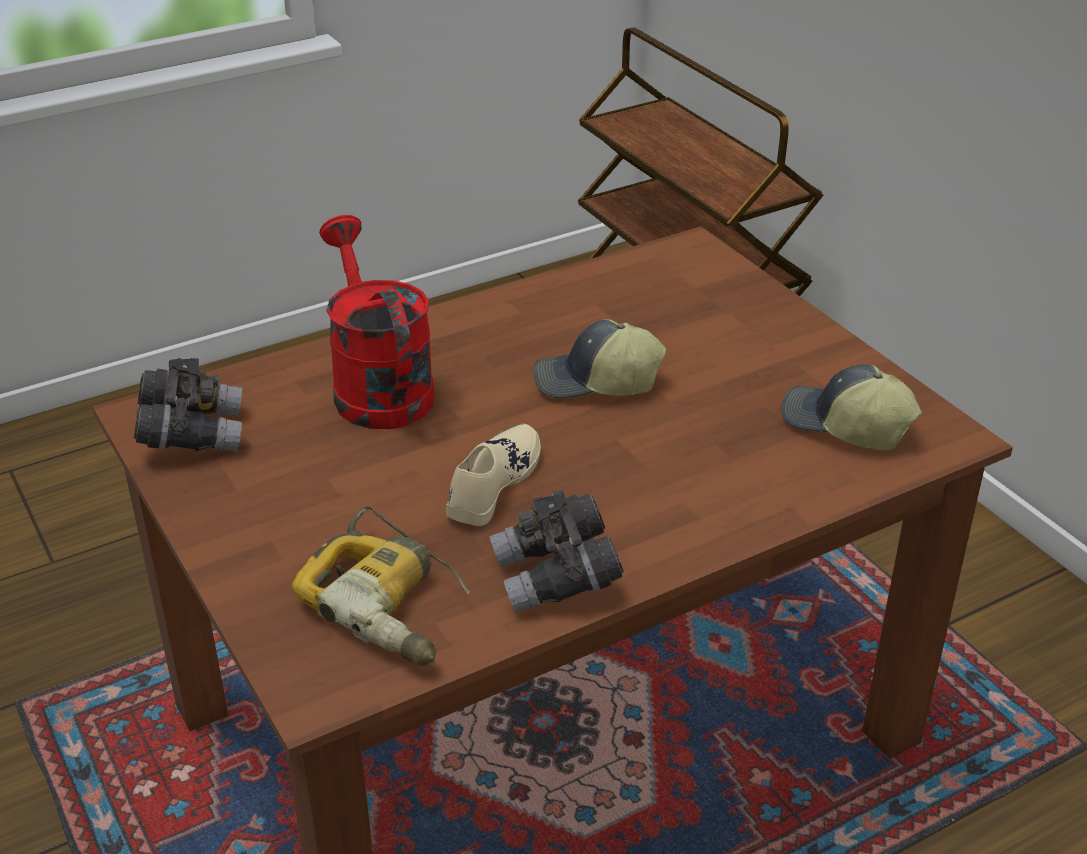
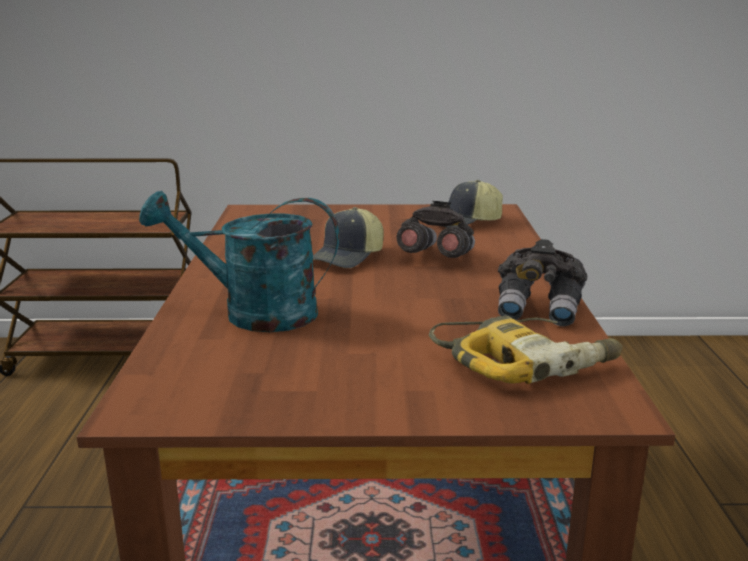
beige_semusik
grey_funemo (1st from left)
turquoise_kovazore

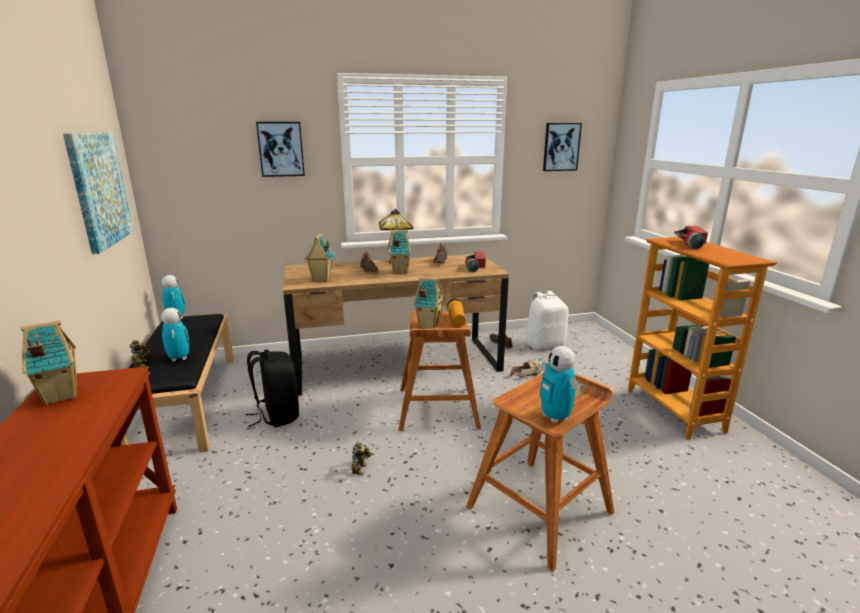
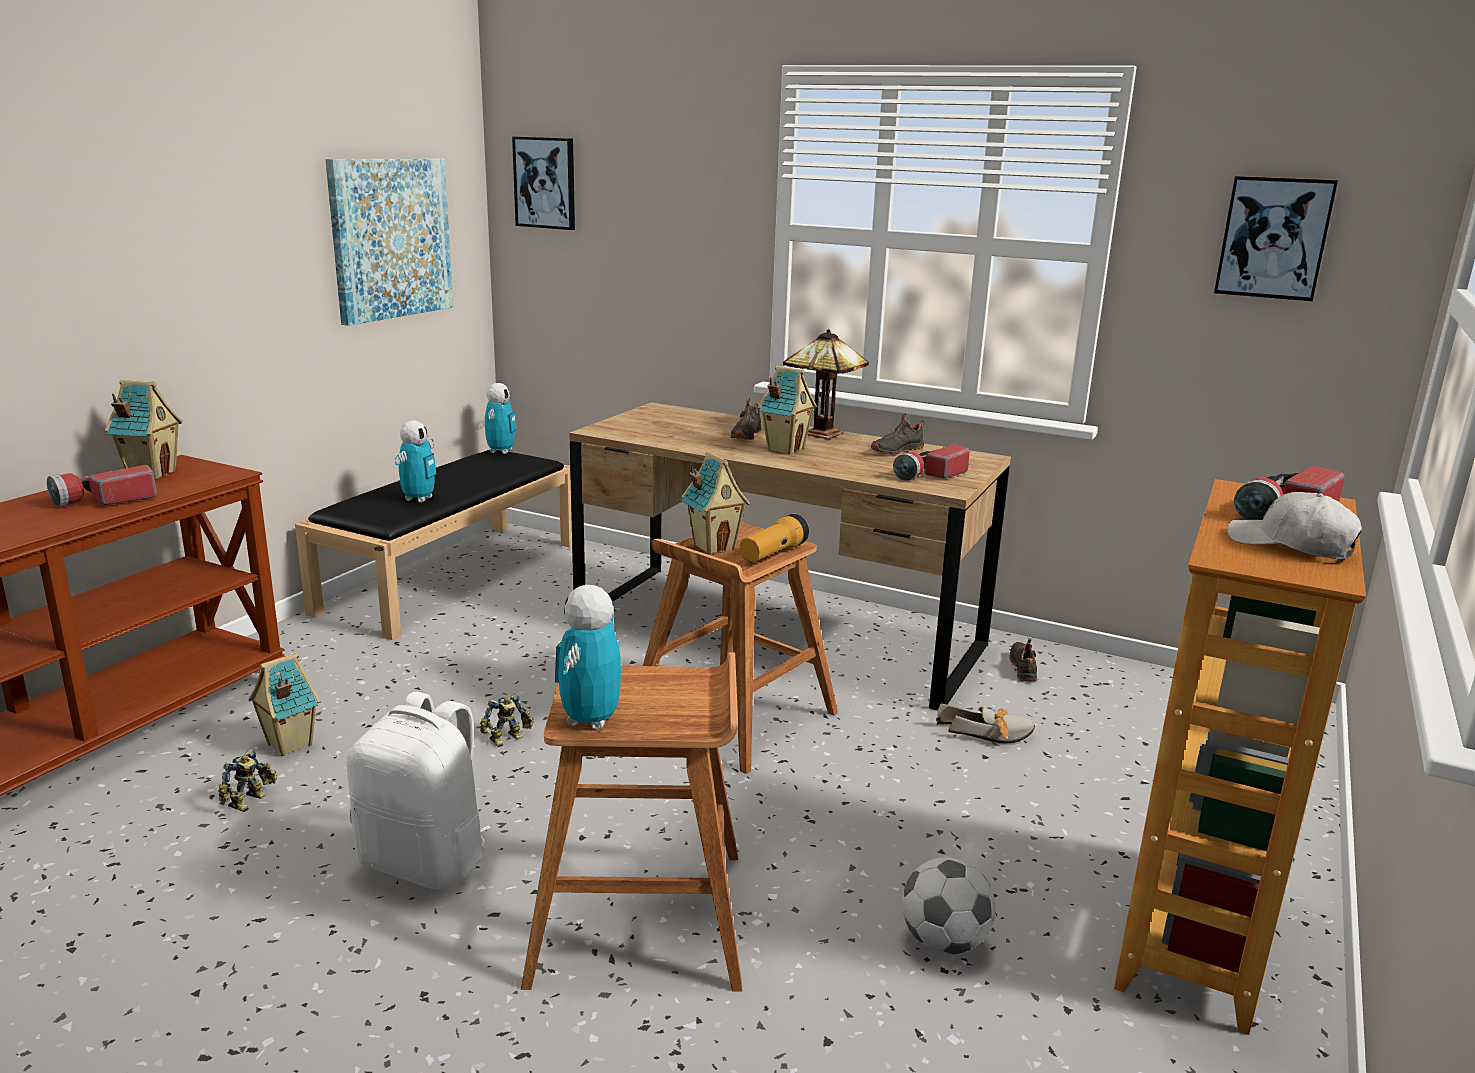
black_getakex
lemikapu (1st from left)
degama
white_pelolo
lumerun (1st from left)
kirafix (2nd from left)
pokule (2nd from left)
white_getakex

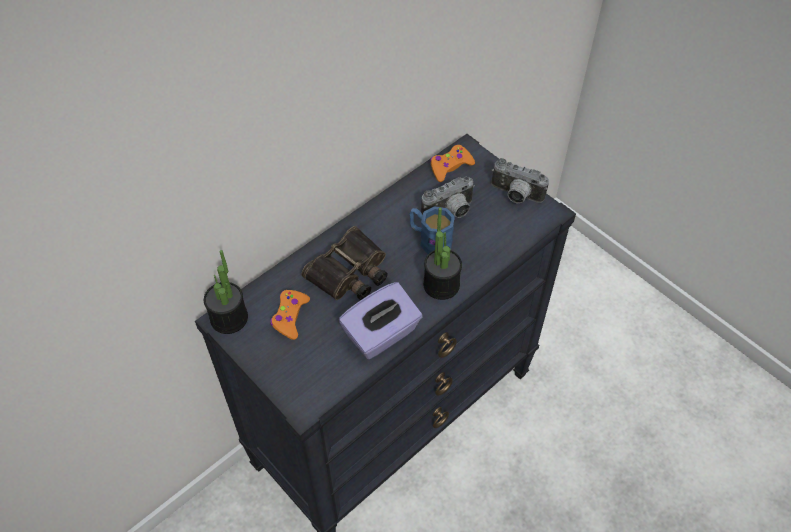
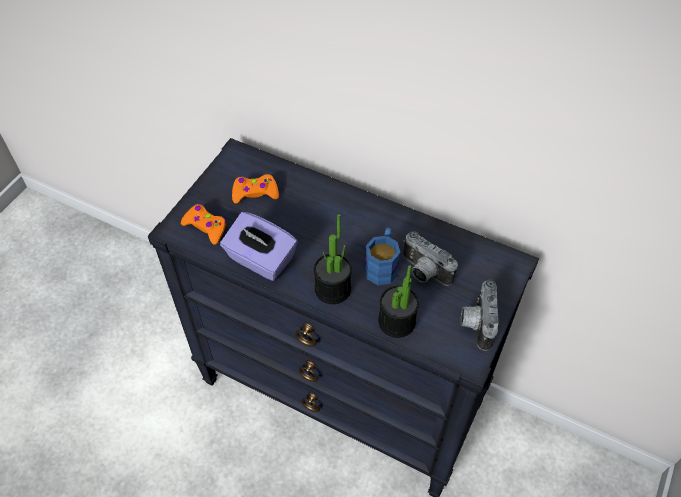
funemo
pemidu (2nd from left)
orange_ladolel (1st from left)

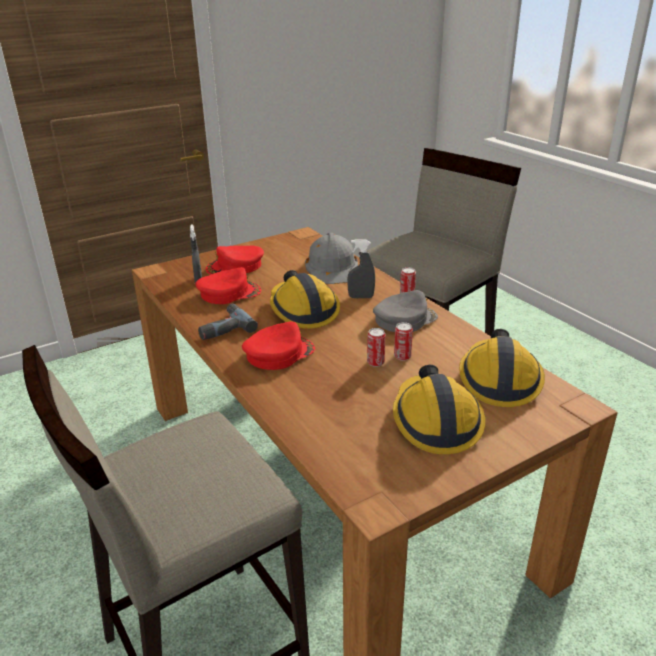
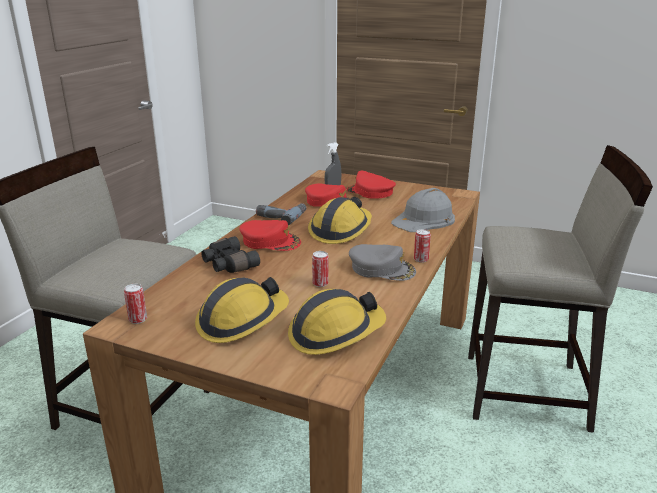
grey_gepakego (2nd from left in the first image)
black_funemo
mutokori (1st from left)

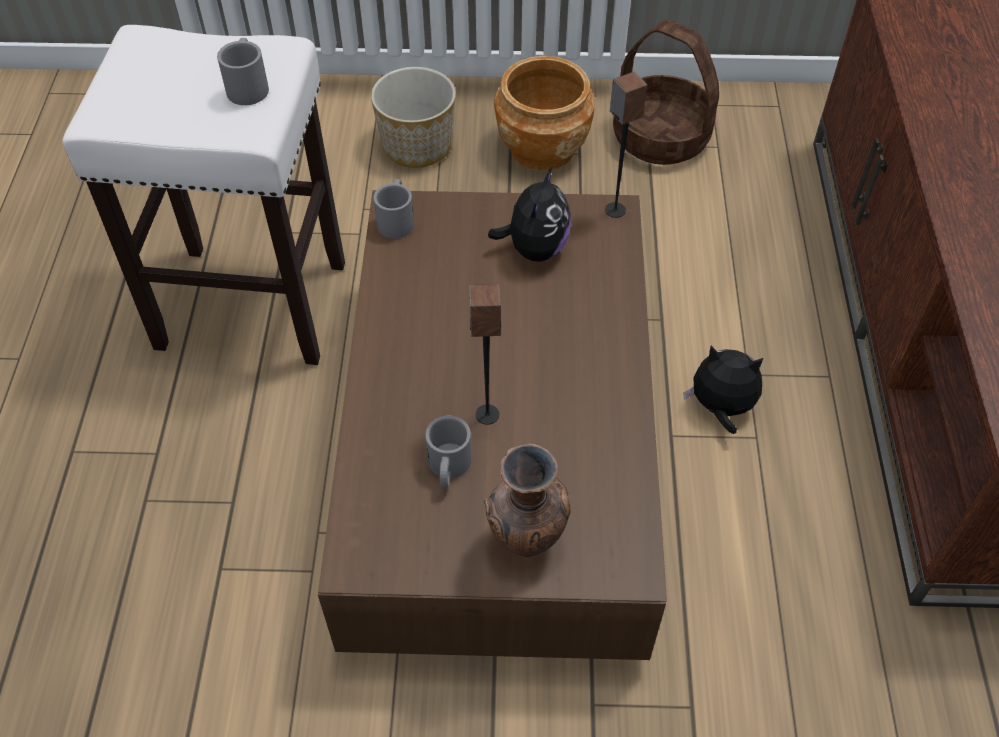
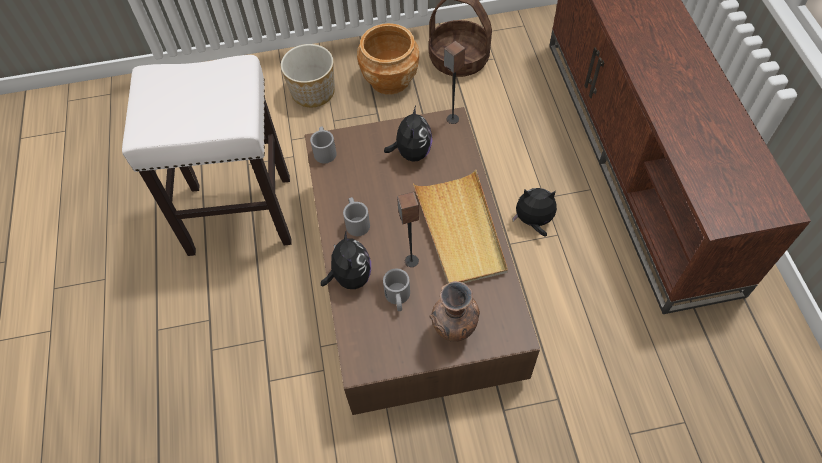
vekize (1st from left)
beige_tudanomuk
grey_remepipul (2nd from left)

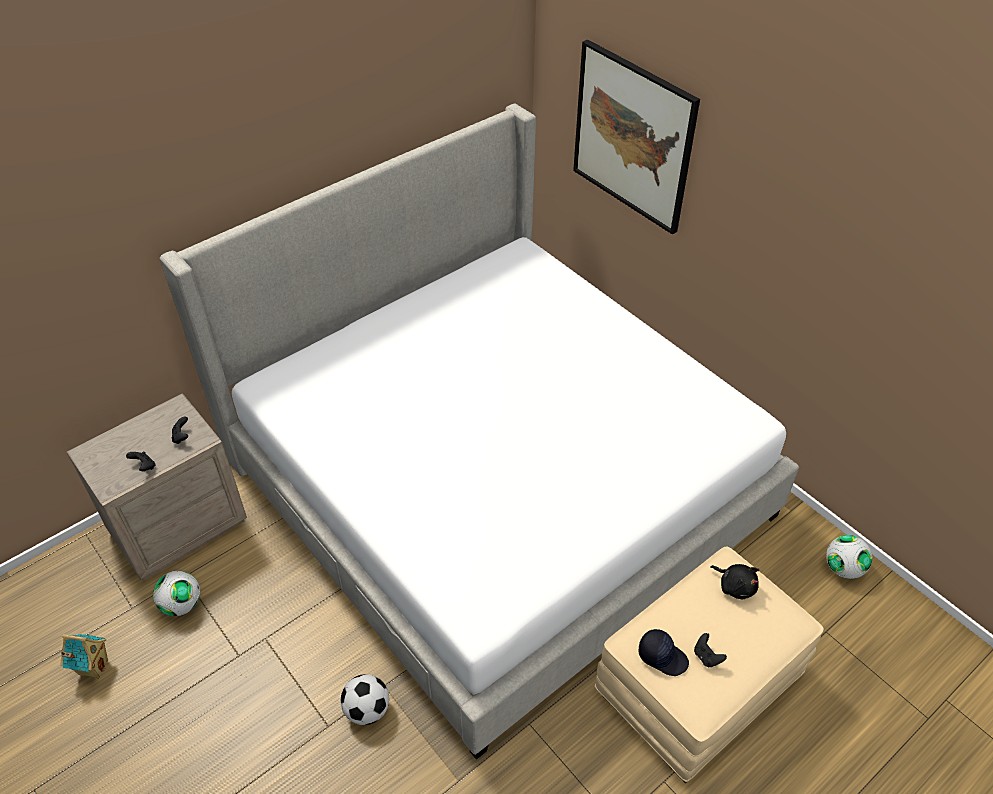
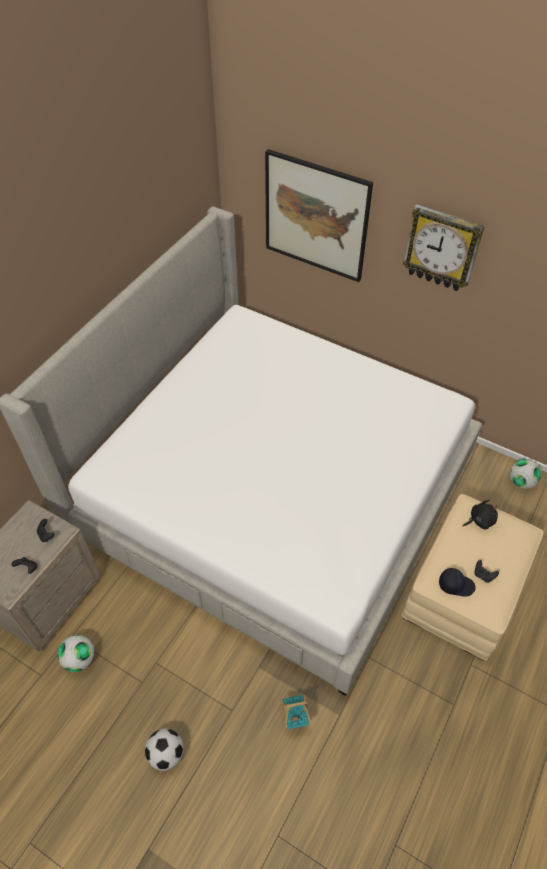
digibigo
pokule
degama (2nd from left)
black_vekize

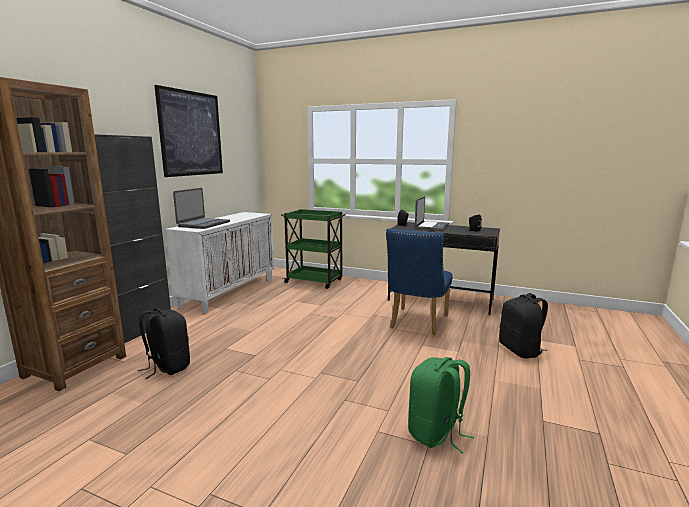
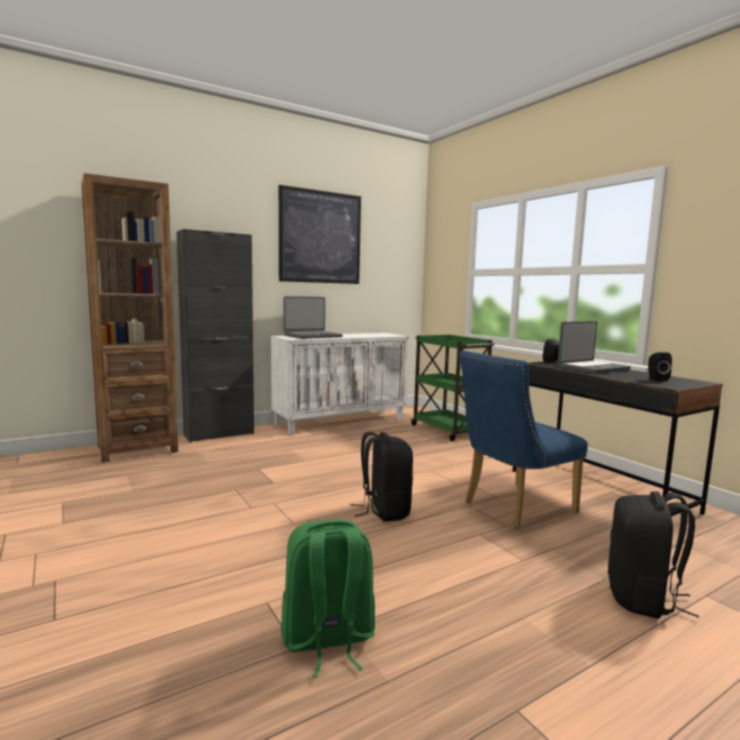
black_getakex (1st from left)

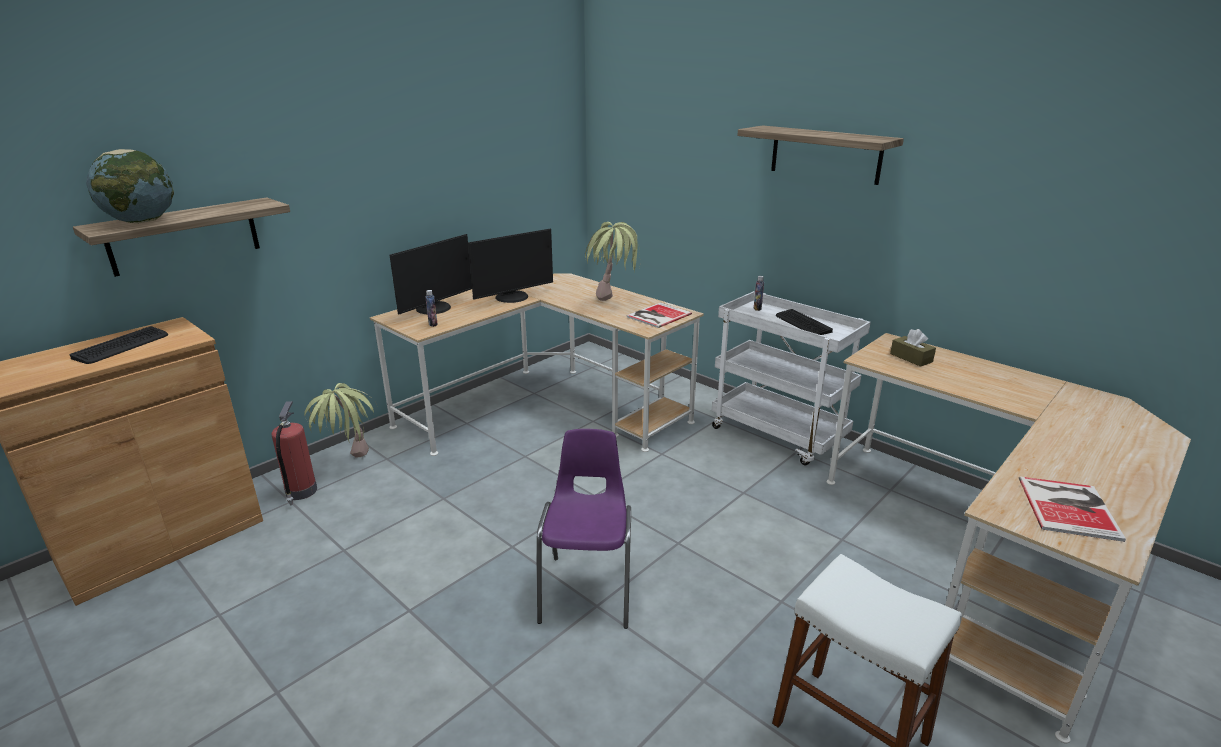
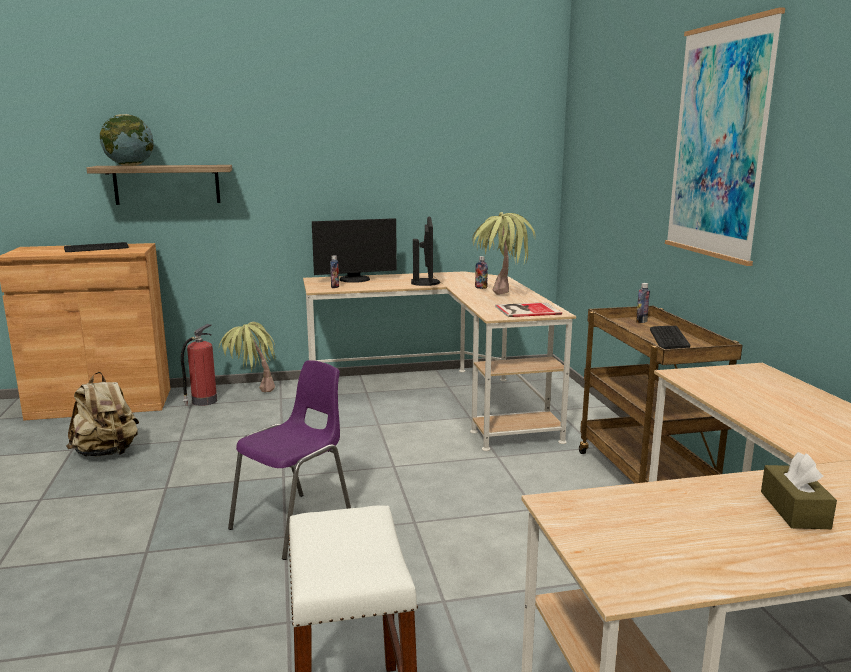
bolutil (2nd from left in the first image)
beige_getakex
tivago (2nd from left)
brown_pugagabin
kirafix
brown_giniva
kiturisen (2nd from left)

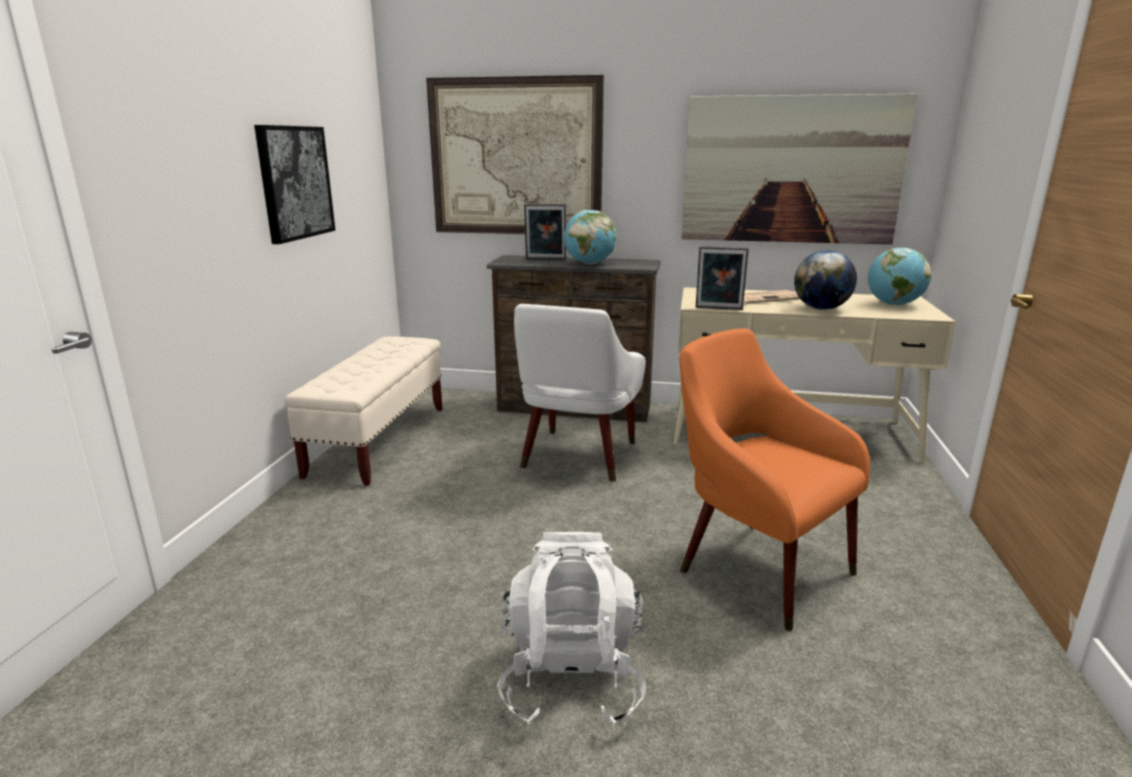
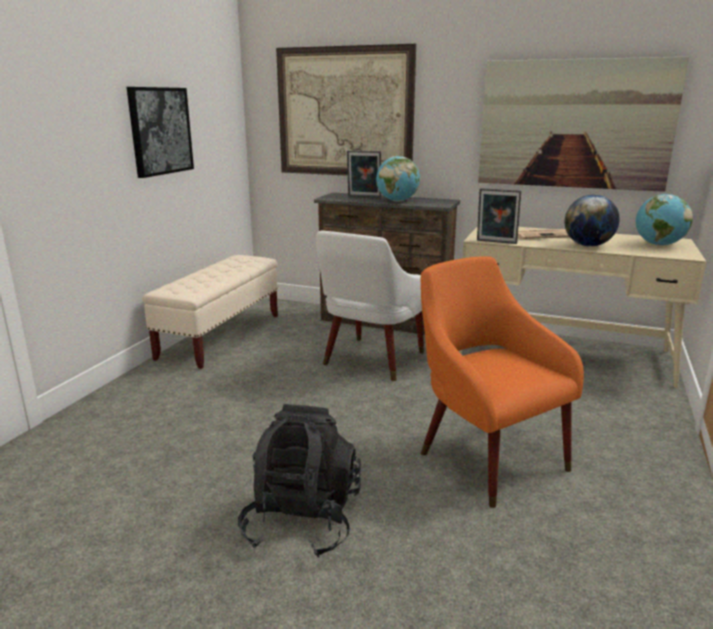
black_getakex

